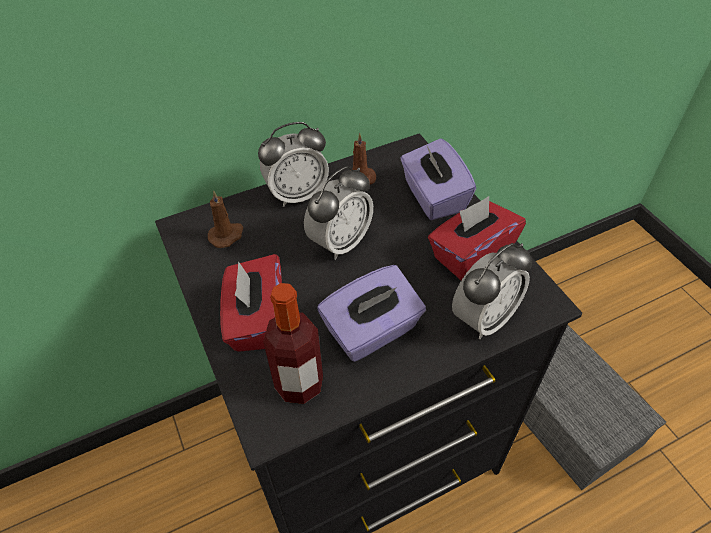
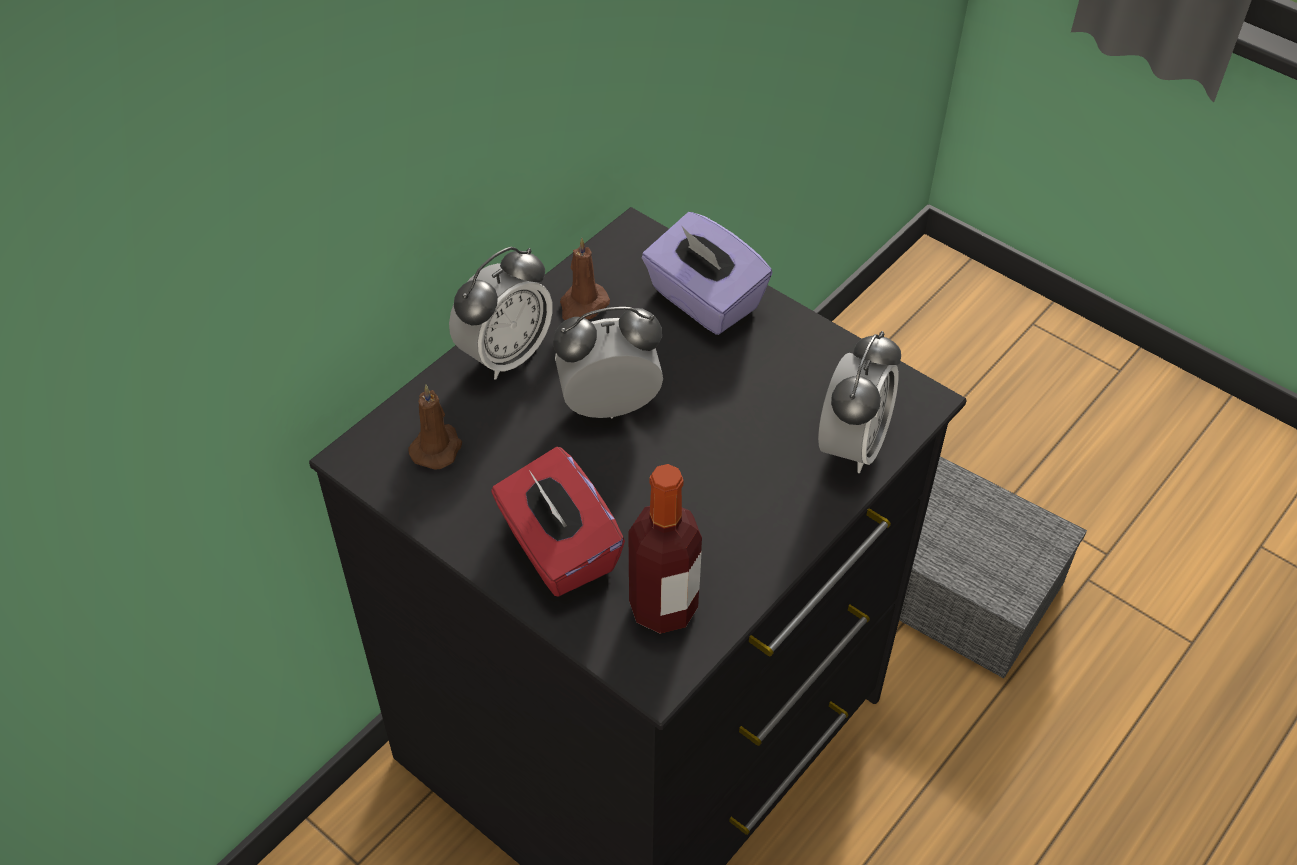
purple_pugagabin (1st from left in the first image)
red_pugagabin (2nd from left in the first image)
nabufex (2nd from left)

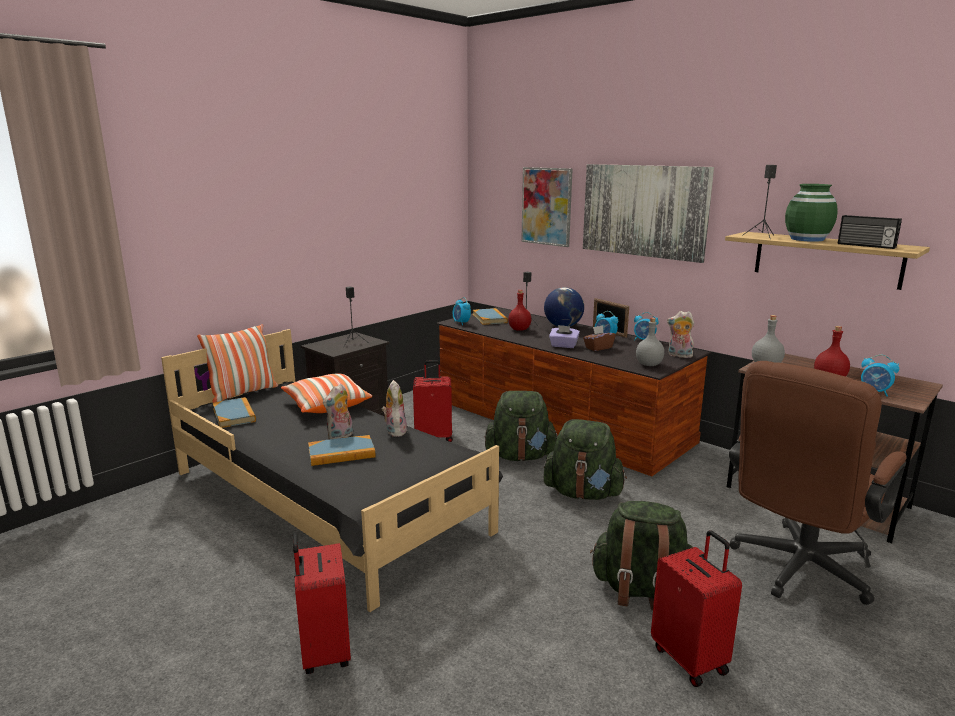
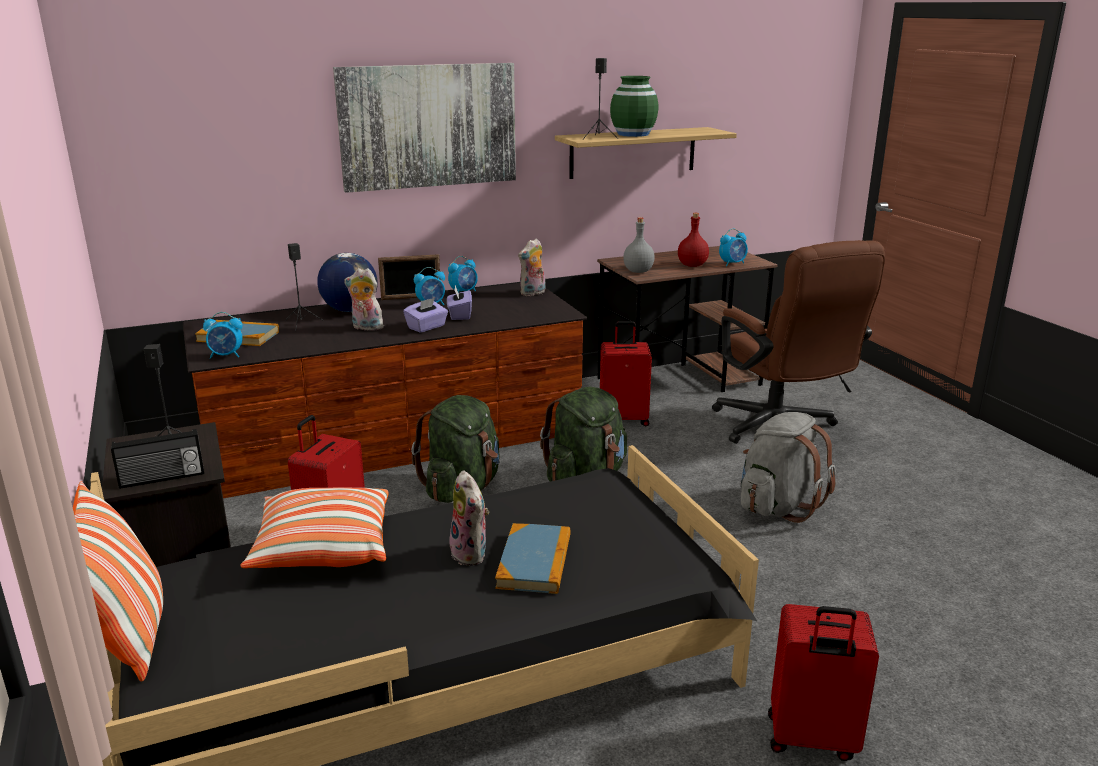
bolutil (1st from left in the first image)
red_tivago (1st from left in the first image)
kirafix (1st from left in the first image)
grey_tivago (1st from left in the first image)
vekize (1st from left)
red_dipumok (2nd from left)
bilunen
purple_pugagabin (2nd from left)
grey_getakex

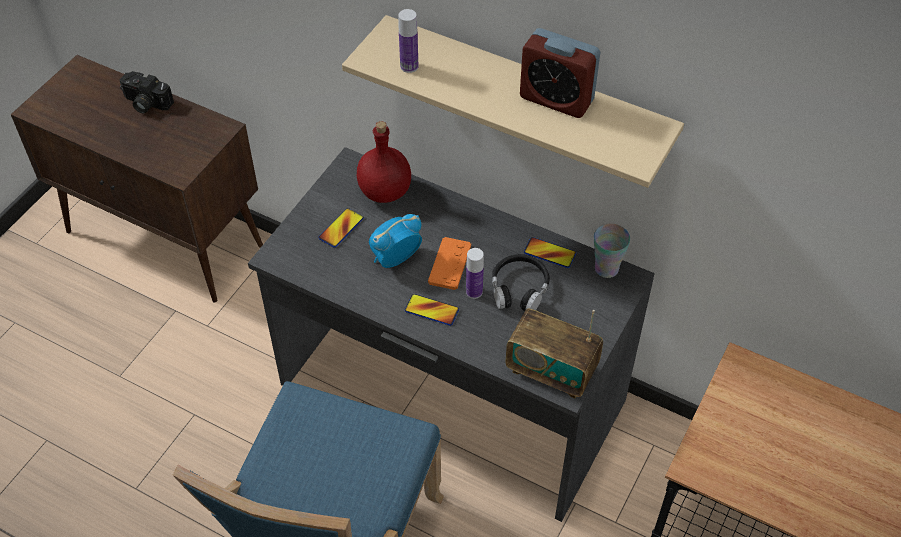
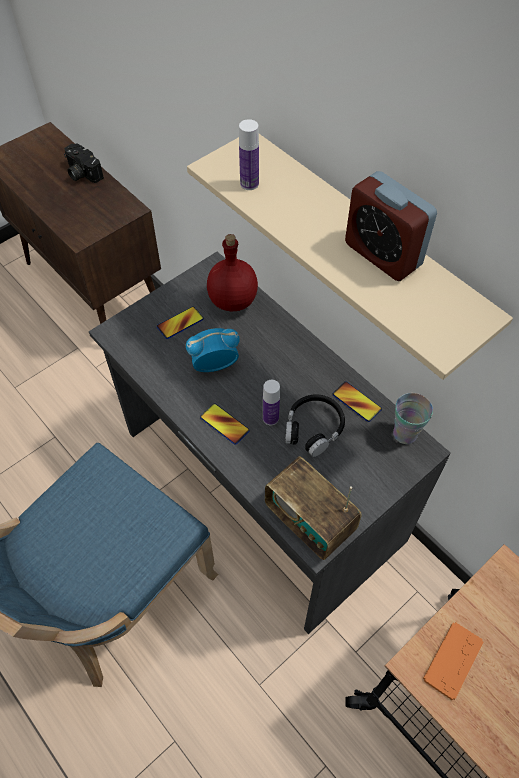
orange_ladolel

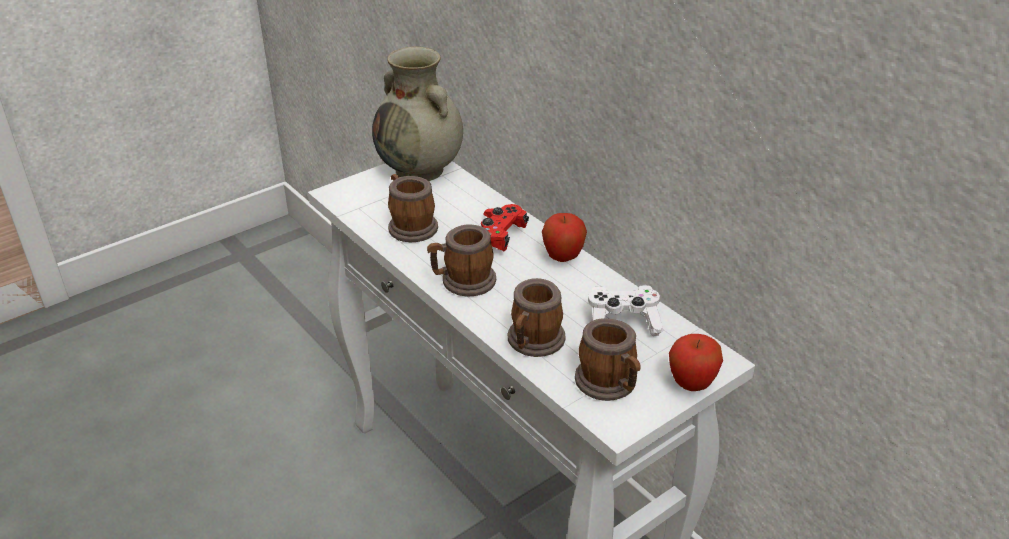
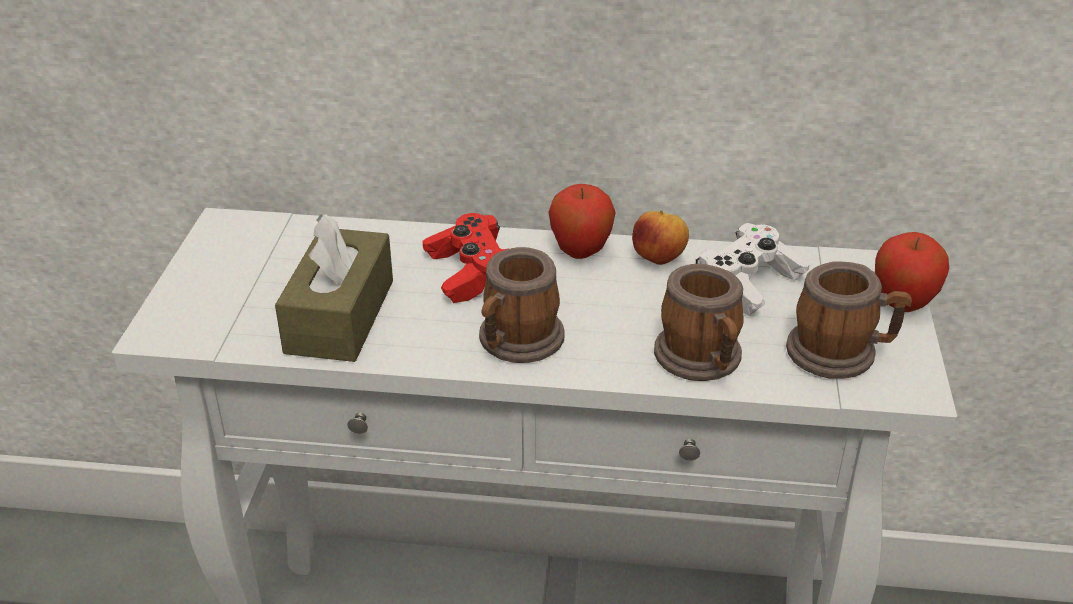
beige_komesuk
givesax (2nd from left)
brown_pugagabin

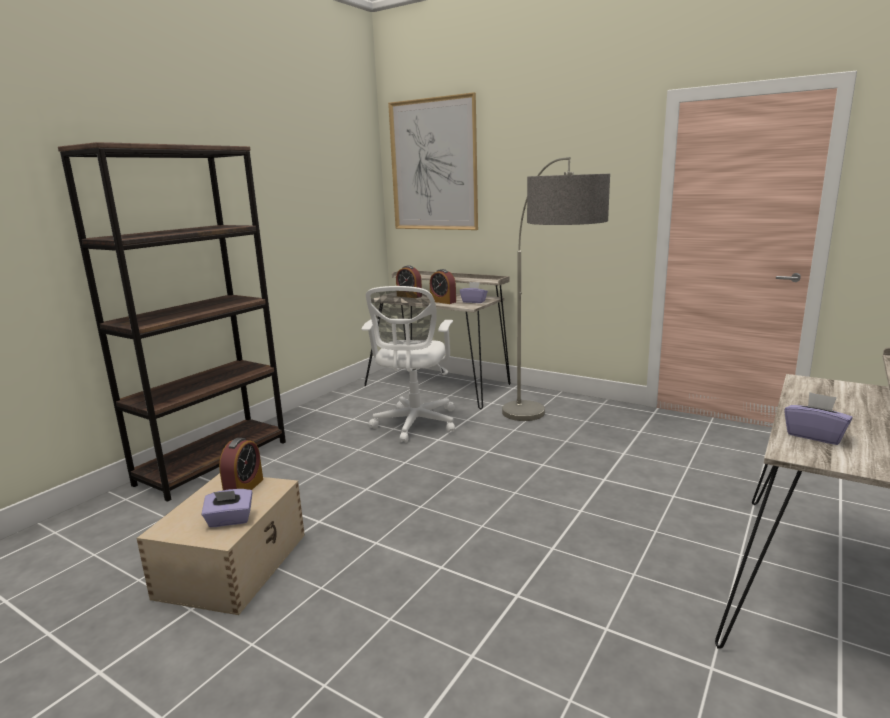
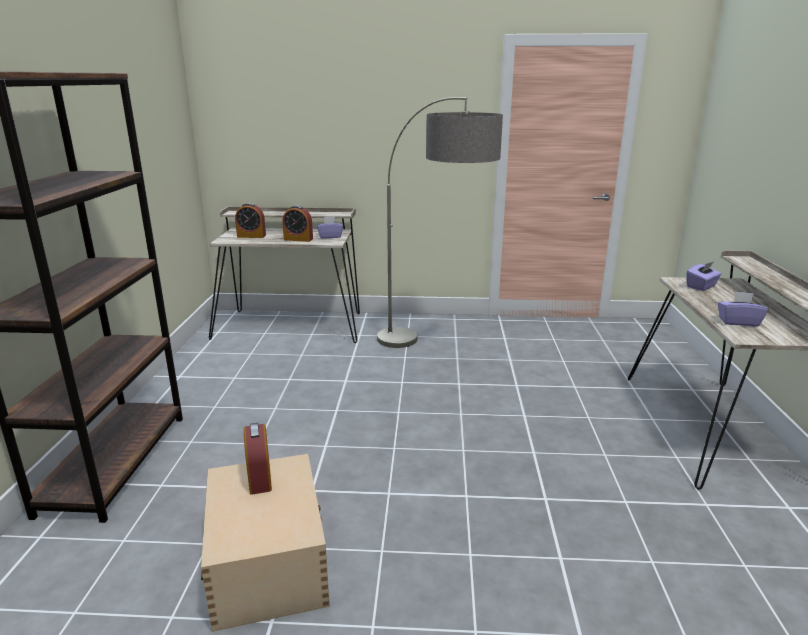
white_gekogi
kirafix
purple_pugagabin (2nd from left)

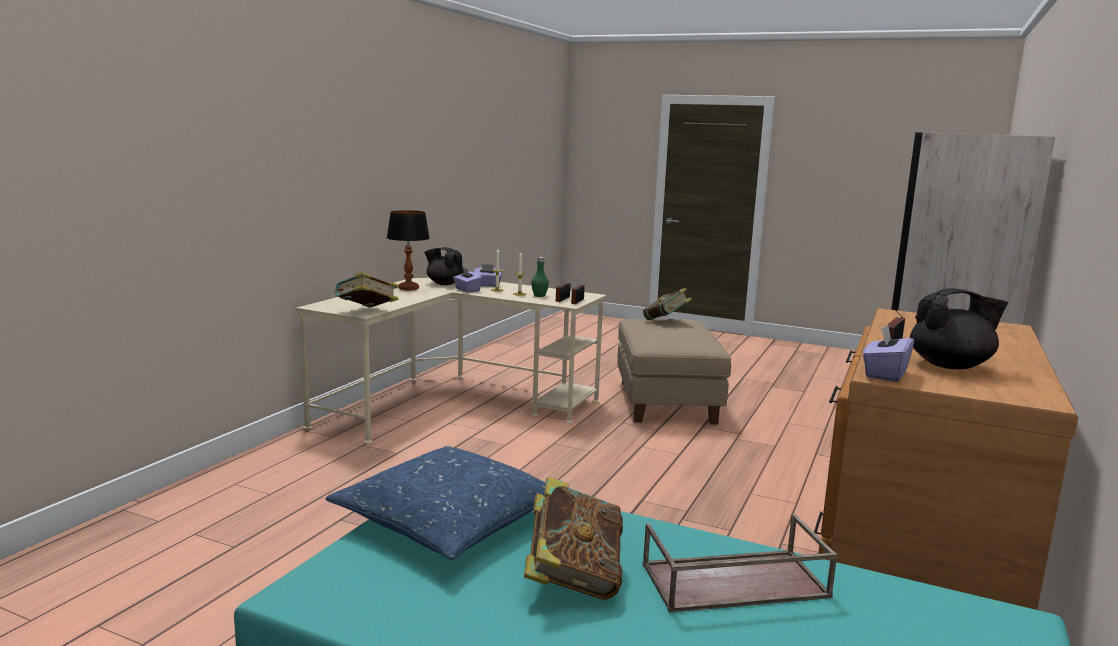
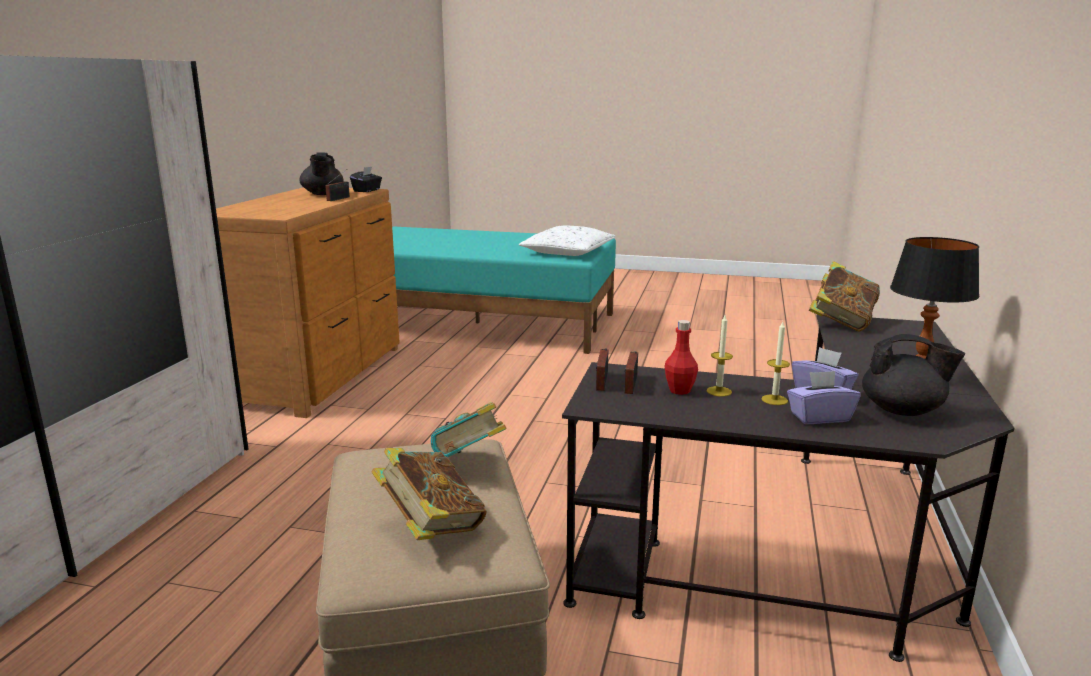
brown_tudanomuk
bolutil (2nd from left)
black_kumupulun
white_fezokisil
red_tivago
black_pugagabin
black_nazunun (1st from left)

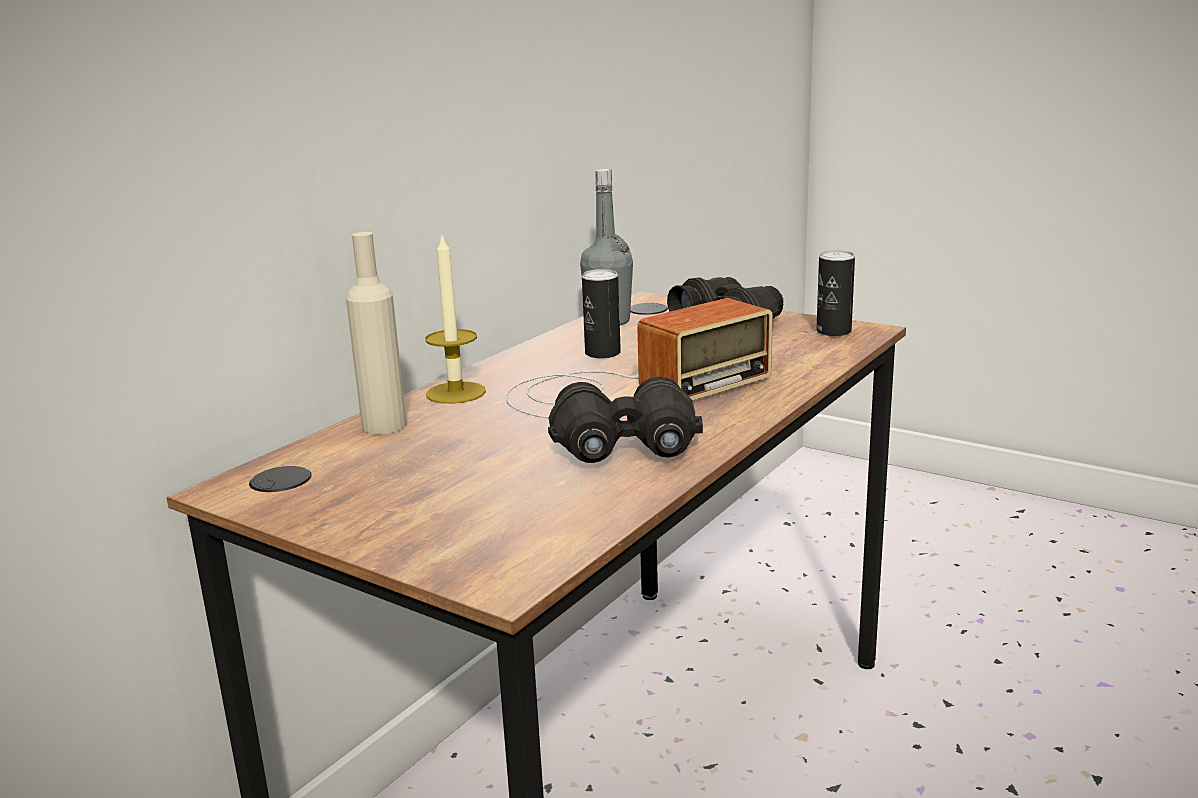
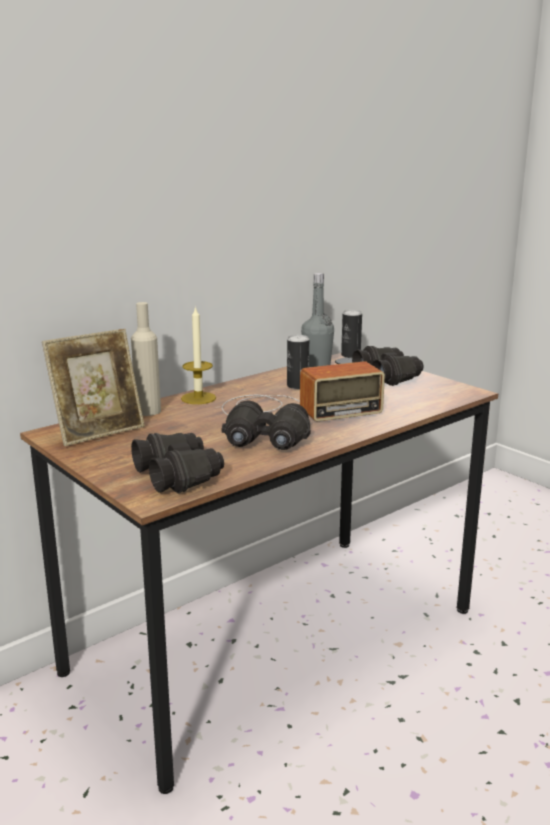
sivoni
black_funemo (1st from left)
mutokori (2nd from left)

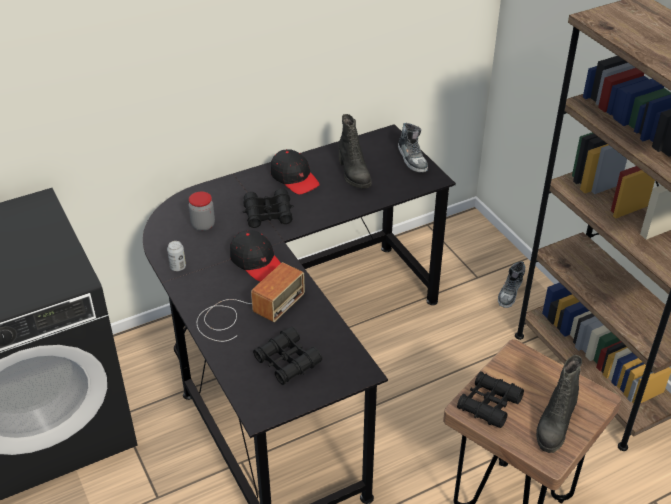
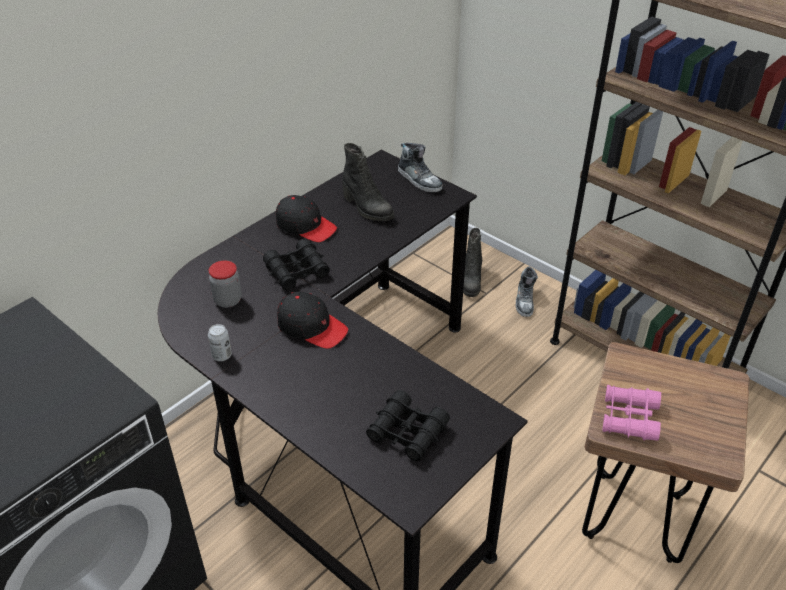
bilunen
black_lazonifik (2nd from left)
pink_funemo

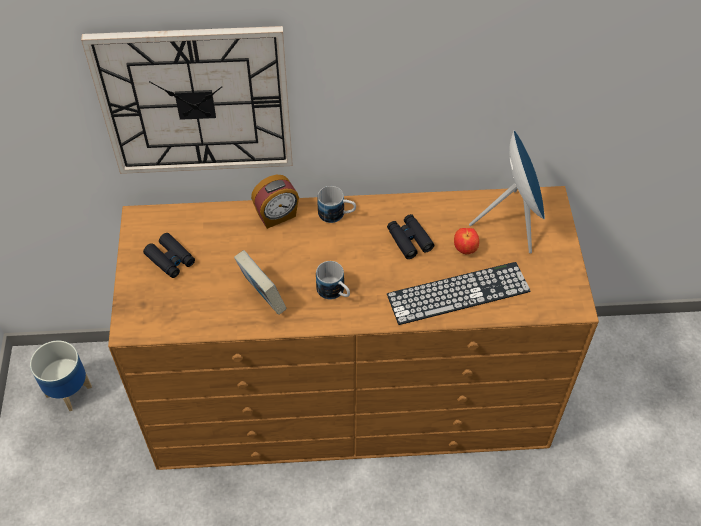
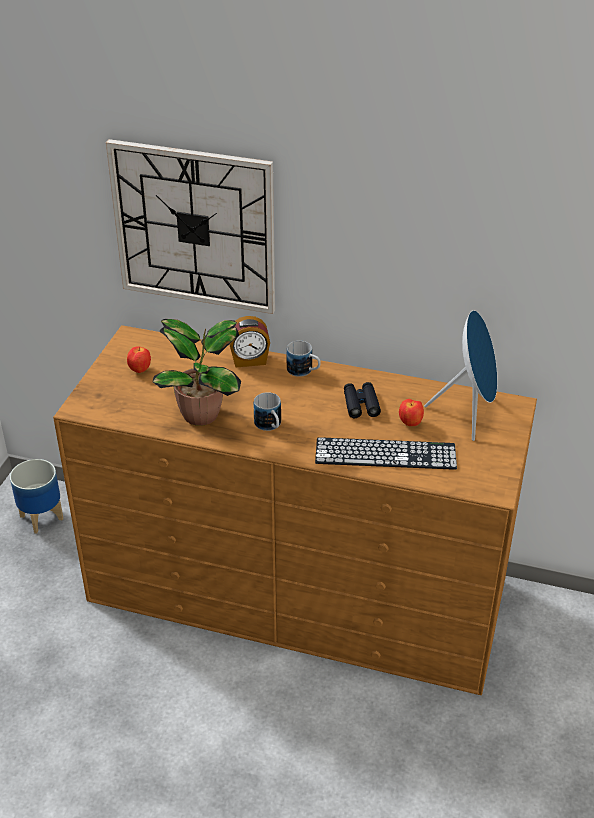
givesax (1st from left)
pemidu

